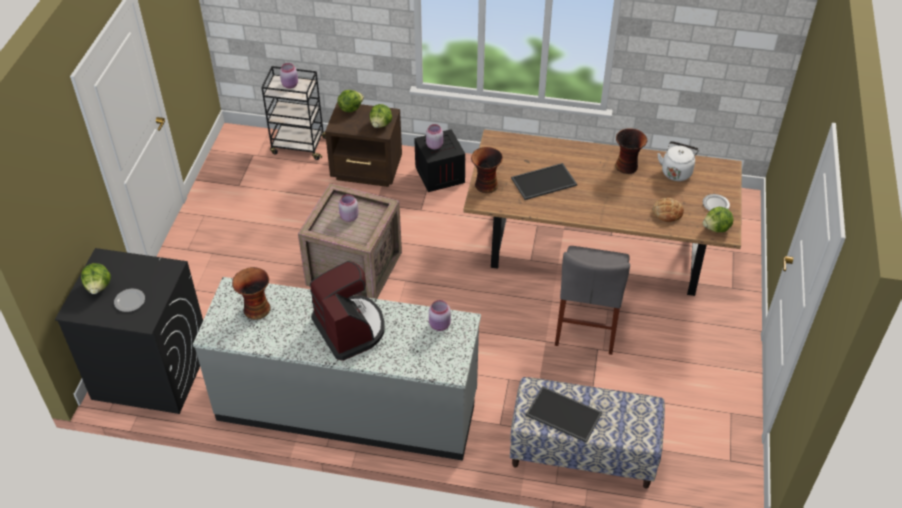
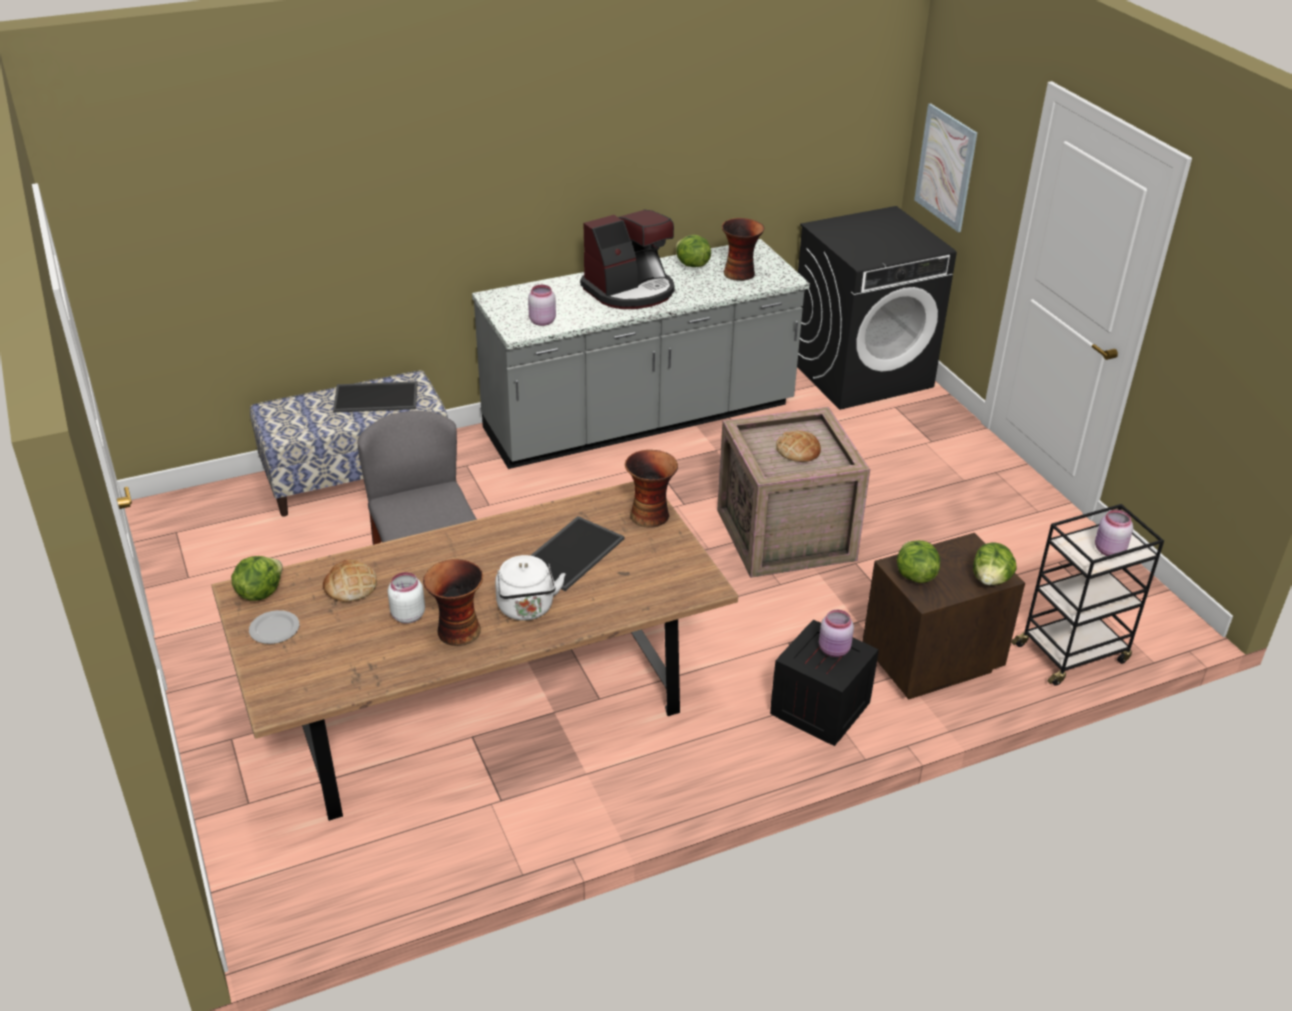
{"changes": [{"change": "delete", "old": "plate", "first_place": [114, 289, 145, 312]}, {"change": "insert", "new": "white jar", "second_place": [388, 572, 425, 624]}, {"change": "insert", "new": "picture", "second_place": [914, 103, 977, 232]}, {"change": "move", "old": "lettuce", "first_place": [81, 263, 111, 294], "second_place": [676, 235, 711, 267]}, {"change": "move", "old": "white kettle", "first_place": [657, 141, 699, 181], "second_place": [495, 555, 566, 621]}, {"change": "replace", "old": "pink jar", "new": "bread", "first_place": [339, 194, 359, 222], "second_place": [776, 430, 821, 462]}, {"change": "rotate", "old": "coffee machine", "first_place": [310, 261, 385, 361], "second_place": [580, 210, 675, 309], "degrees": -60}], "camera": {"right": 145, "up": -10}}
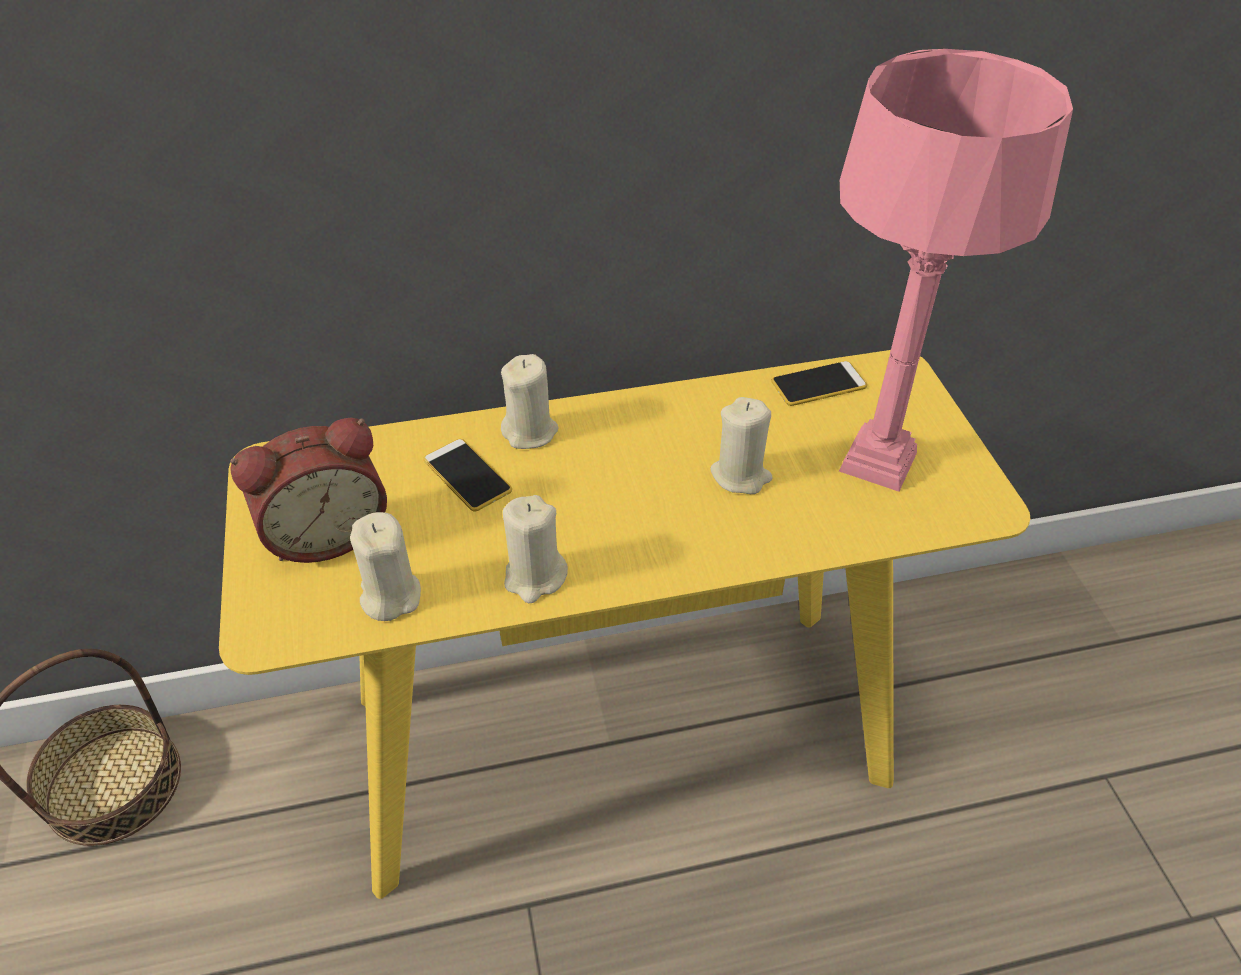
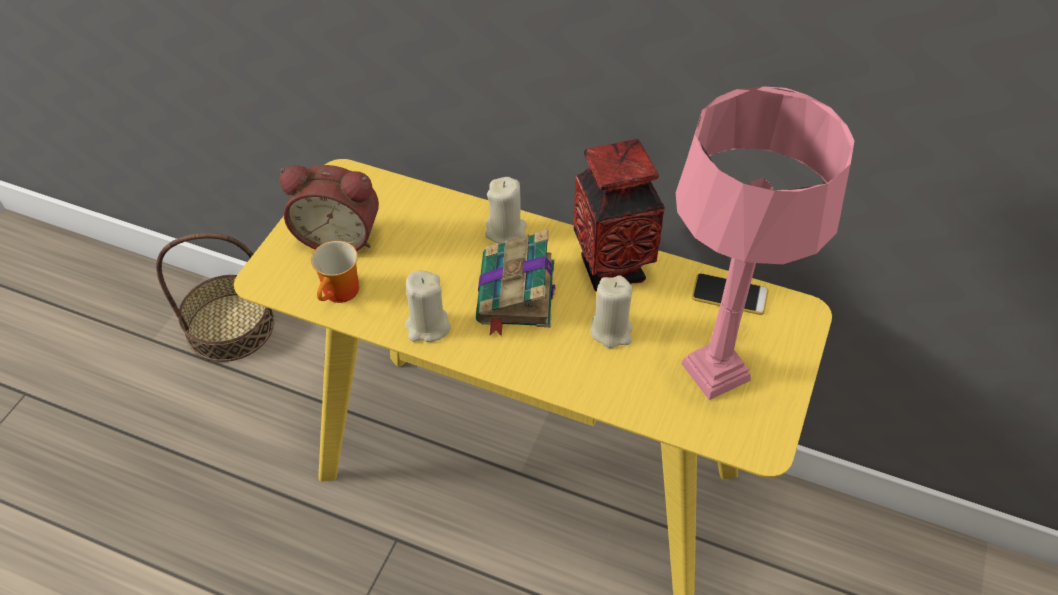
{"changes": [{"change": "delete", "old": "phone", "first_place": [423, 439, 512, 512]}, {"change": "insert", "new": "book", "second_place": [476, 229, 555, 336]}, {"change": "insert", "new": "vase", "second_place": [574, 139, 665, 291]}, {"change": "replace", "old": "beige candle", "new": "mug", "first_place": [350, 512, 421, 621], "second_place": [311, 241, 359, 303]}], "camera": {"right": 35, "up": 5}}
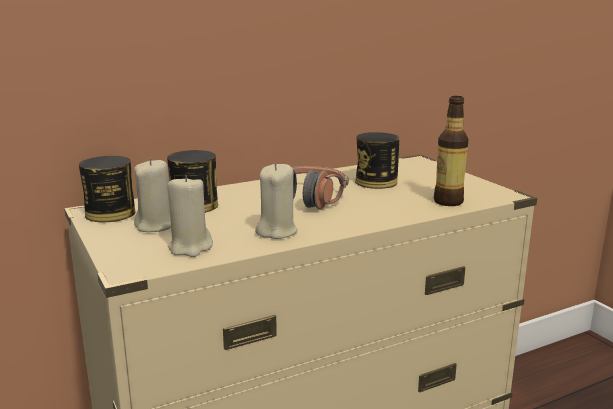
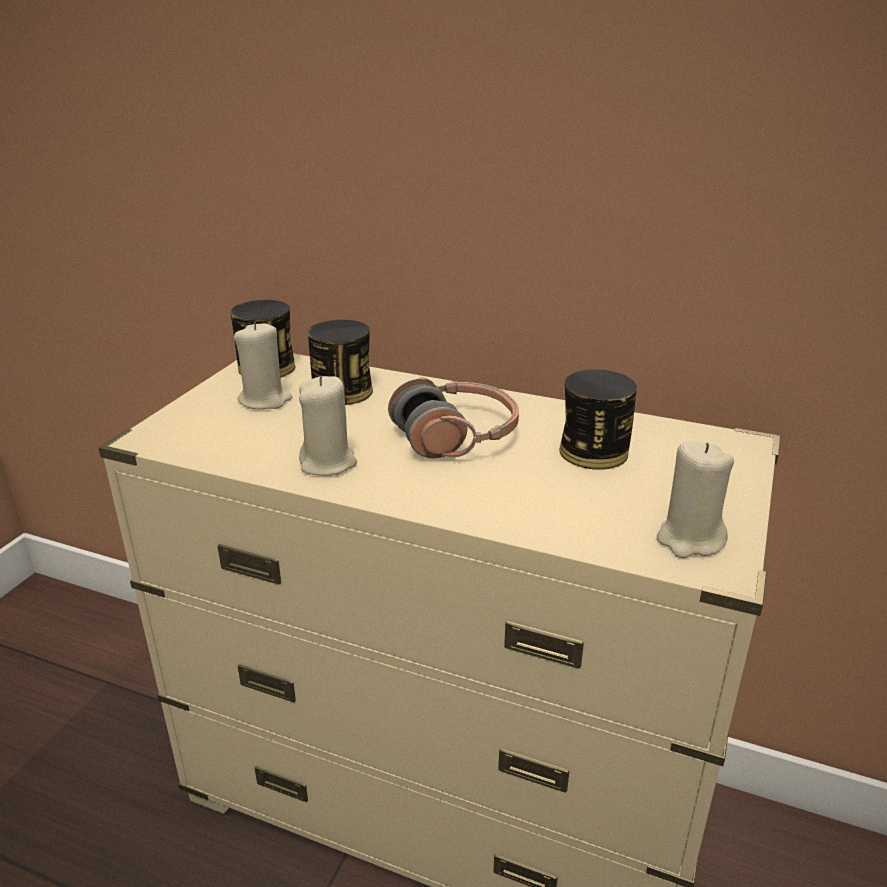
{"changes": [{"change": "delete", "old": "bottle", "first_place": [434, 96, 468, 206]}, {"change": "move", "old": "beige candle", "first_place": [167, 175, 213, 257], "second_place": [657, 441, 734, 558]}], "camera": {"right": 50, "up": 10}}
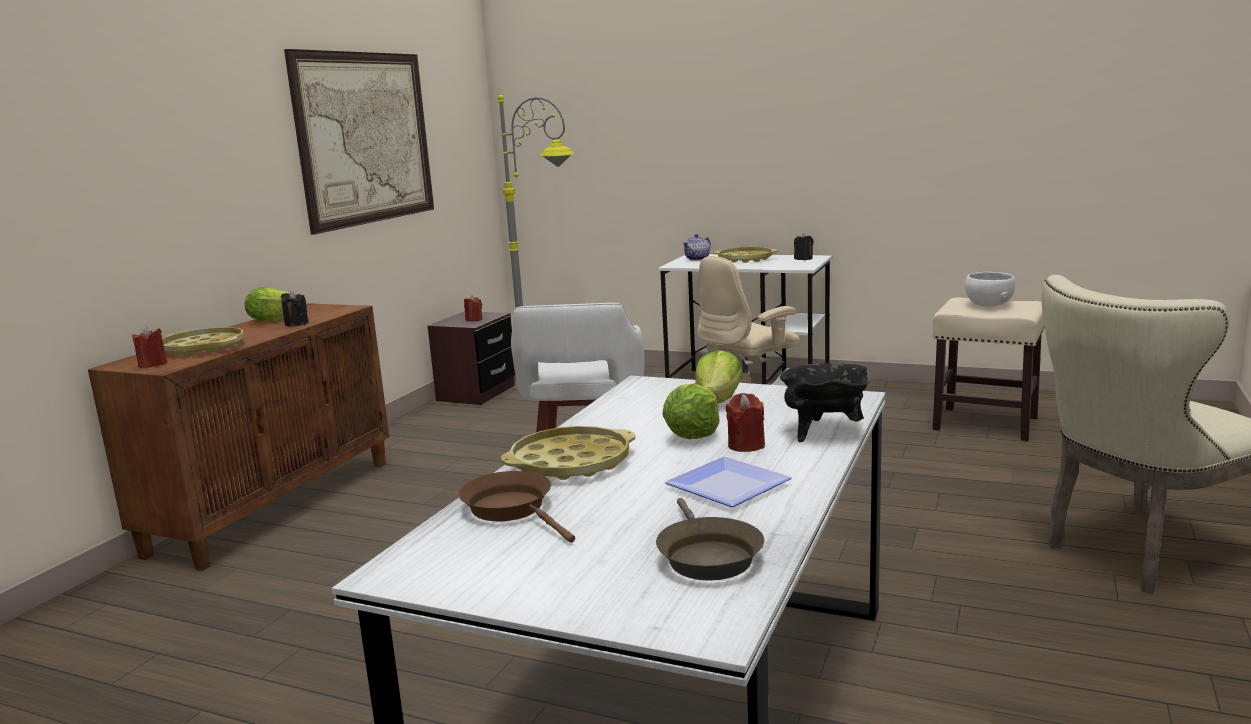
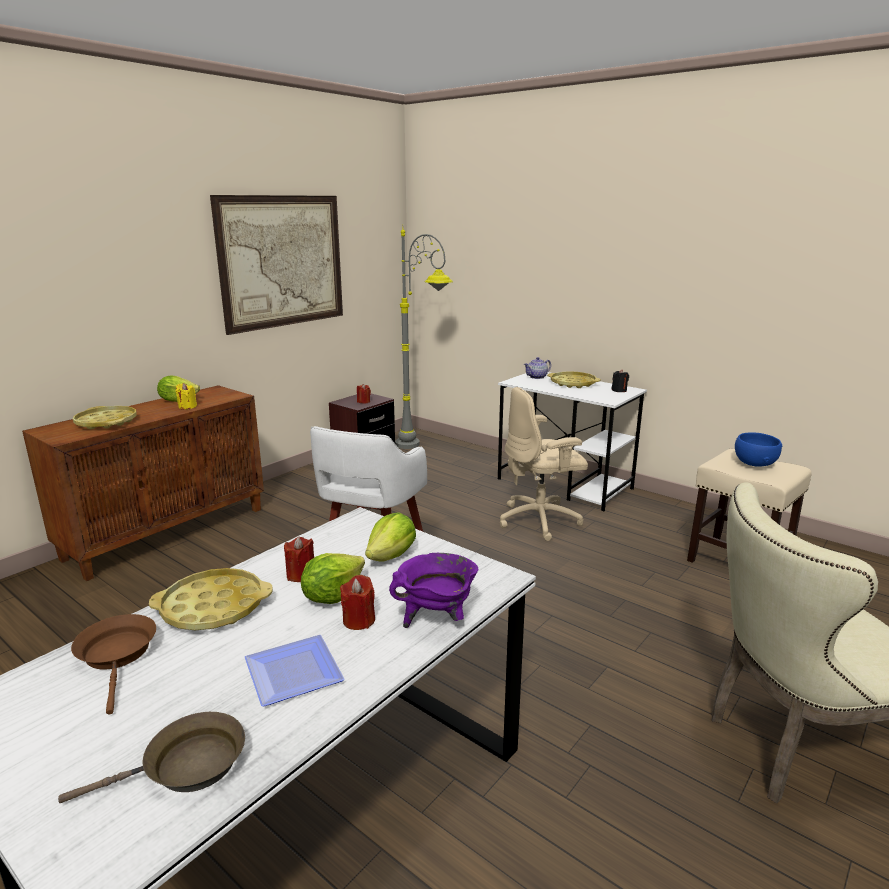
{"changes": [{"change": "move", "old": "red candle", "first_place": [132, 326, 167, 368], "second_place": [284, 536, 314, 582]}, {"change": "recolor", "old": "black candle", "new": "yellow candle", "first_place": [281, 291, 309, 327], "second_place": [176, 383, 197, 410]}, {"change": "recolor", "old": "black cooking pot", "new": "purple cooking pot", "first_place": [780, 363, 870, 442], "second_place": [389, 553, 478, 628]}, {"change": "recolor", "old": "white bowl", "new": "blue bowl", "first_place": [965, 272, 1016, 306], "second_place": [735, 433, 782, 467]}, {"change": "rotate", "old": "brown frying pan", "first_place": [656, 498, 765, 581], "second_place": [58, 712, 245, 803], "degrees": -120}], "camera": {"right": 15, "up": 5}}
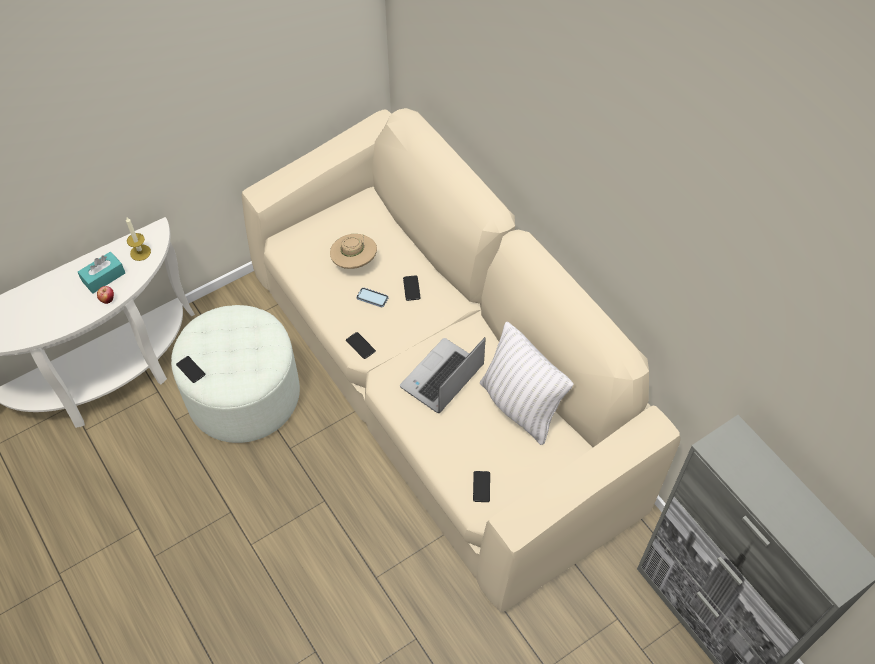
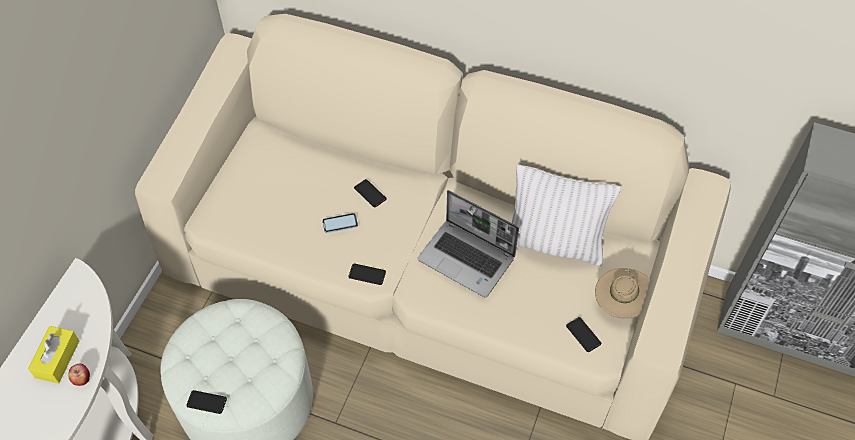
{"changes": [{"change": "delete", "old": "candle", "first_place": [126, 218, 151, 261]}, {"change": "move", "old": "beige hat", "first_place": [330, 234, 377, 269], "second_place": [595, 268, 651, 319]}, {"change": "recolor", "old": "turquoise tissue box", "new": "yellow tissue box", "first_place": [78, 252, 125, 294], "second_place": [28, 326, 79, 384]}, {"change": "rotate", "old": "laptop", "first_place": [400, 337, 486, 413], "second_place": [417, 190, 519, 298], "degrees": -60}], "camera": {"right": -35, "up": 0}}
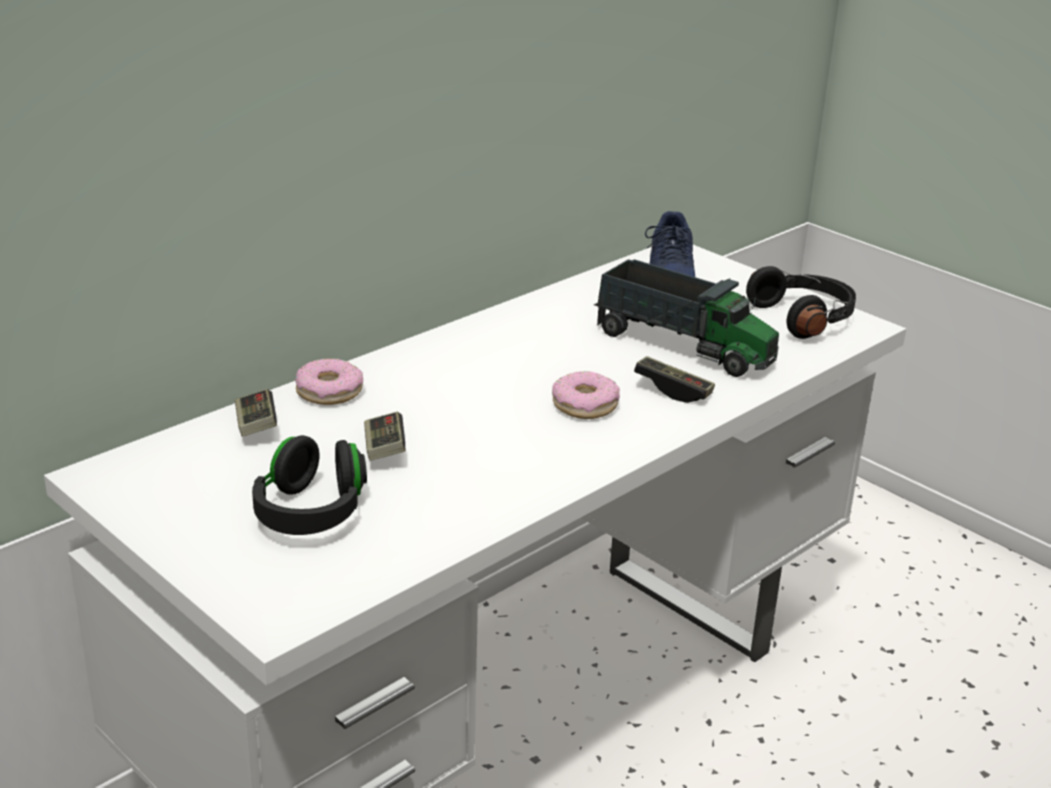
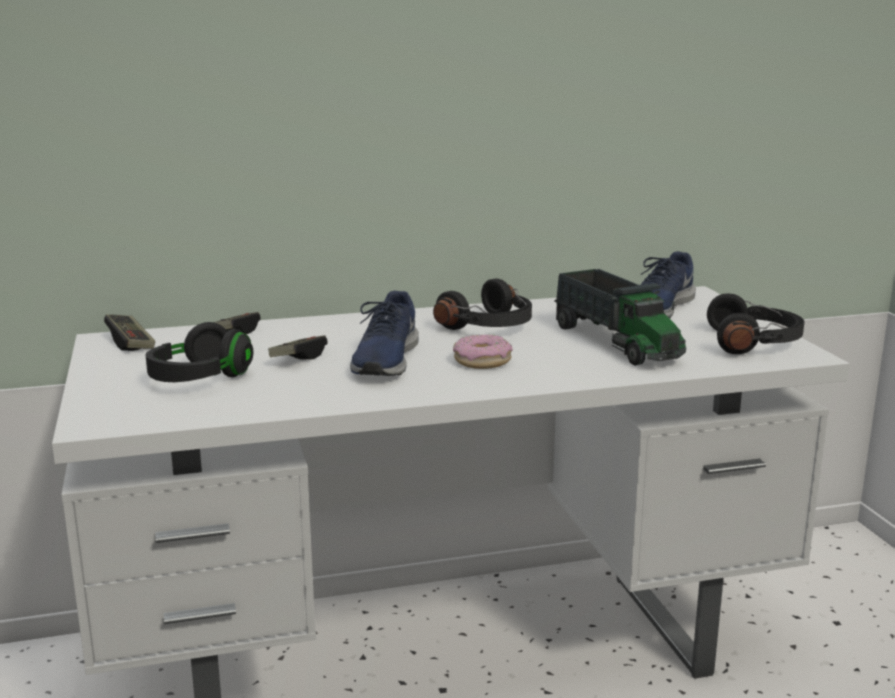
{"changes": [{"change": "delete", "old": "donut", "first_place": [296, 358, 363, 405]}, {"change": "insert", "new": "blue shoe", "second_place": [350, 291, 419, 376]}, {"change": "insert", "new": "black headphones", "second_place": [433, 278, 532, 330]}, {"change": "move", "old": "game controller", "first_place": [634, 356, 715, 403], "second_place": [104, 314, 155, 351]}], "camera": {"right": 30, "up": -10}}
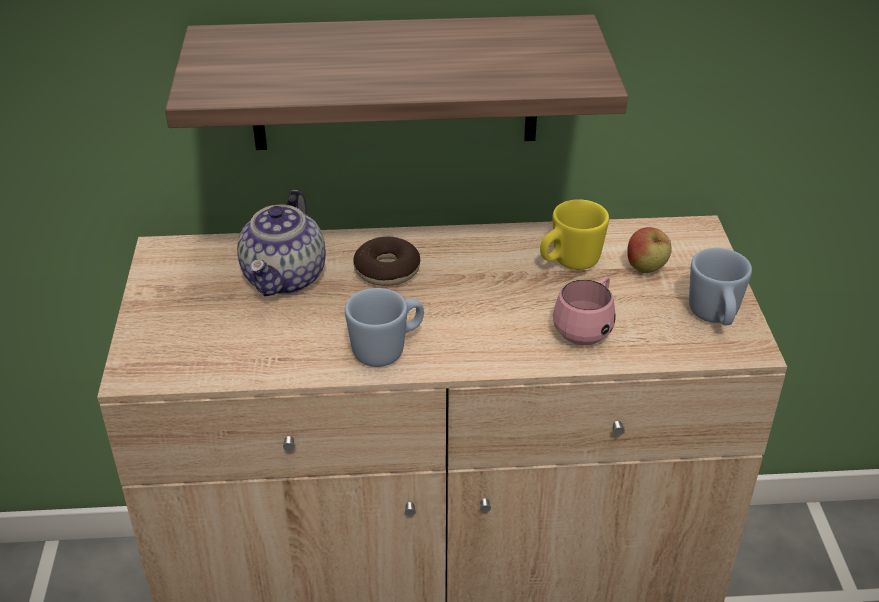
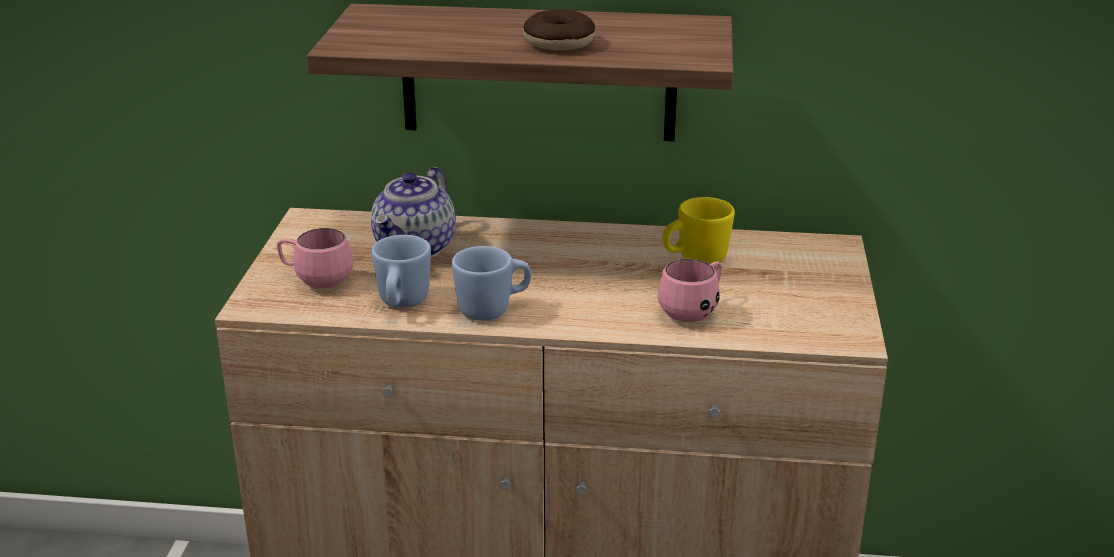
{"changes": [{"change": "delete", "old": "apple", "first_place": [627, 227, 672, 273]}, {"change": "insert", "new": "pink mug", "second_place": [277, 228, 354, 288]}, {"change": "move", "old": "donut", "first_place": [353, 237, 420, 286], "second_place": [523, 9, 595, 51]}, {"change": "move", "old": "blue mug", "first_place": [689, 248, 752, 325], "second_place": [371, 235, 431, 308]}], "camera": {"right": 10, "up": -10}}
